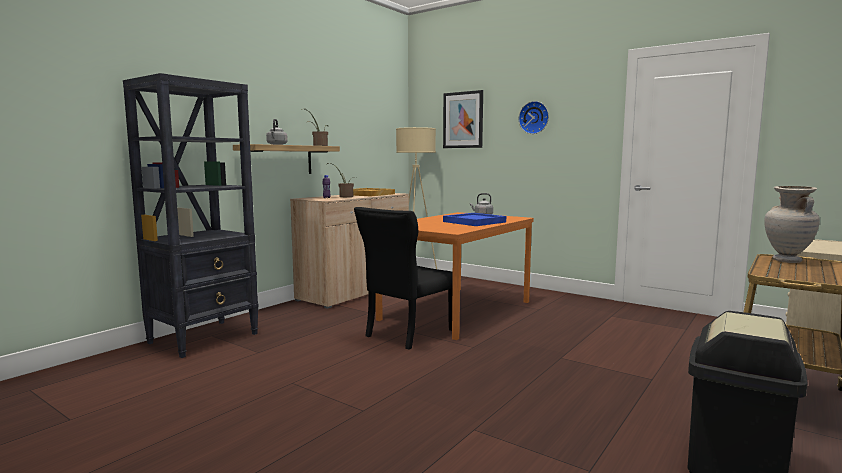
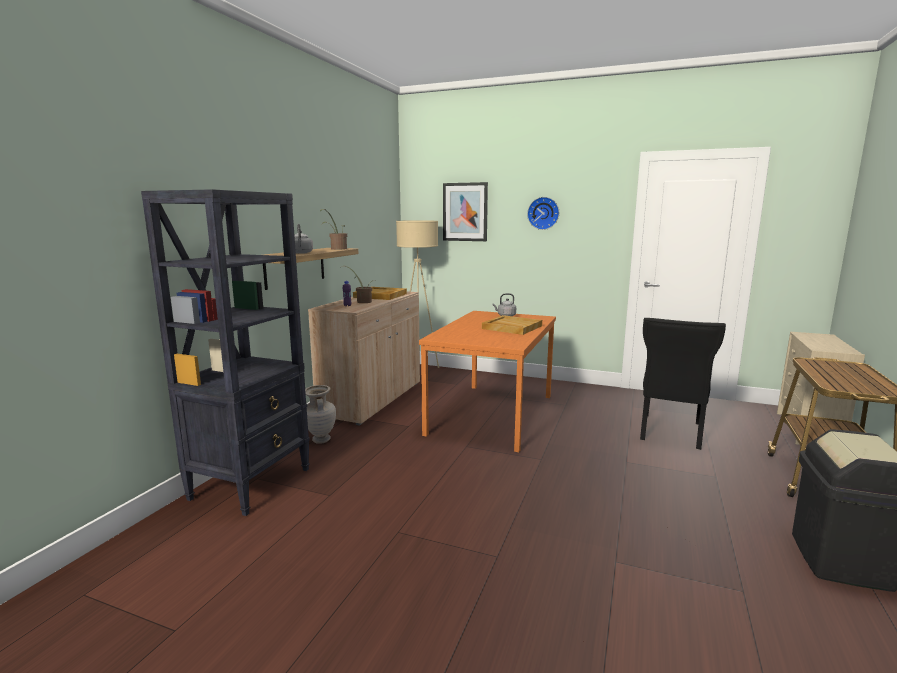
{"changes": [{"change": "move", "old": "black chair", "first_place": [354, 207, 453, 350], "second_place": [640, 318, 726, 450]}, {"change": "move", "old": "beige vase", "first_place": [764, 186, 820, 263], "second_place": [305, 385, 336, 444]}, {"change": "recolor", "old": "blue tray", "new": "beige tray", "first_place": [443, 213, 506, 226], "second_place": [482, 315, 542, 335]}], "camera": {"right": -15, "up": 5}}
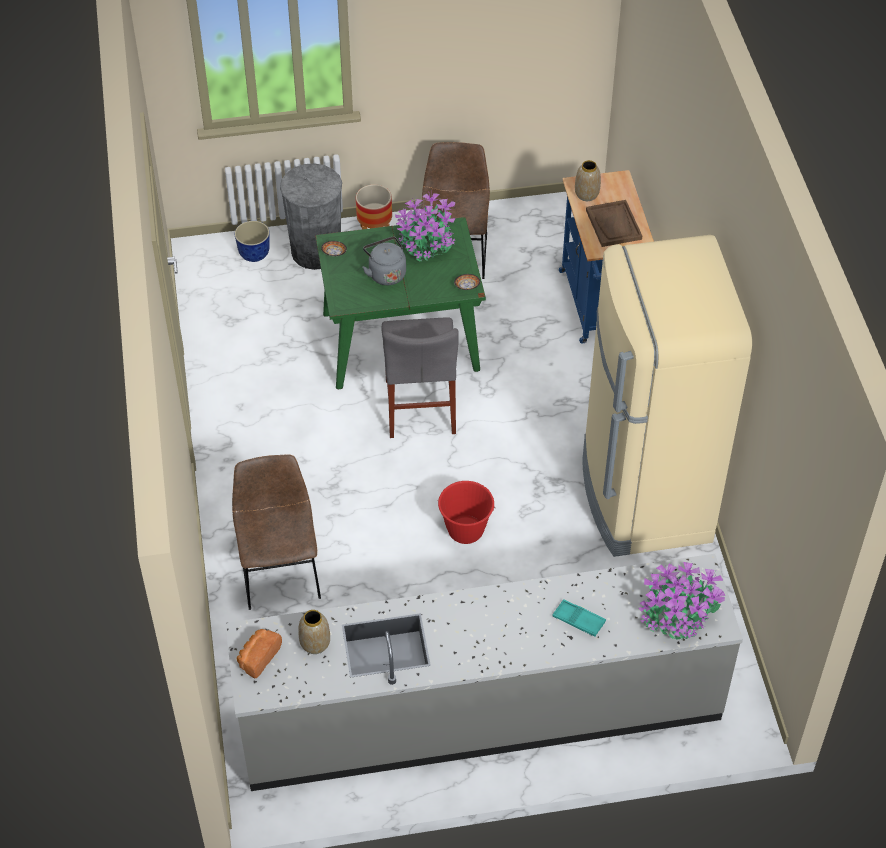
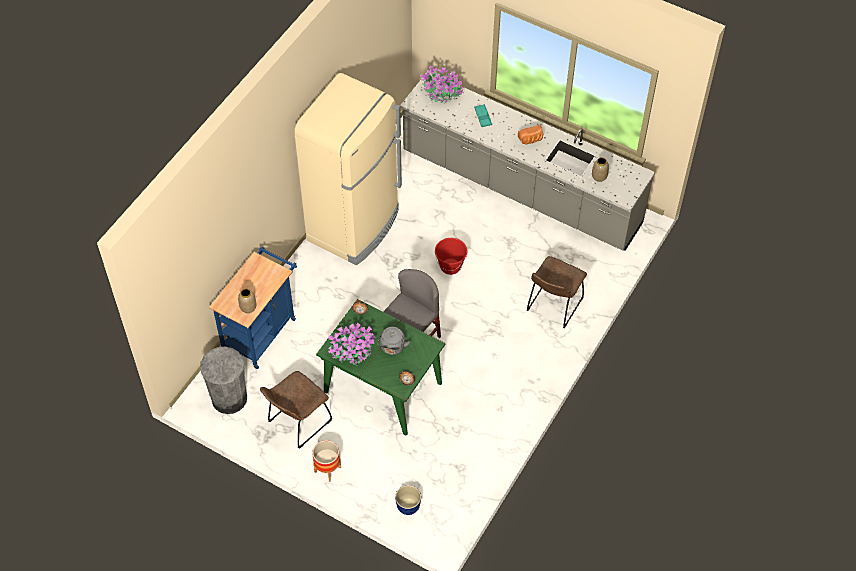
{"changes": [{"change": "delete", "old": "brown tray", "first_place": [586, 200, 642, 247]}, {"change": "move", "old": "bread", "first_place": [237, 629, 282, 679], "second_place": [518, 125, 543, 145]}, {"change": "move", "old": "grey trash can", "first_place": [280, 163, 342, 270], "second_place": [200, 347, 247, 414]}], "camera": {"right": -140, "up": 5}}
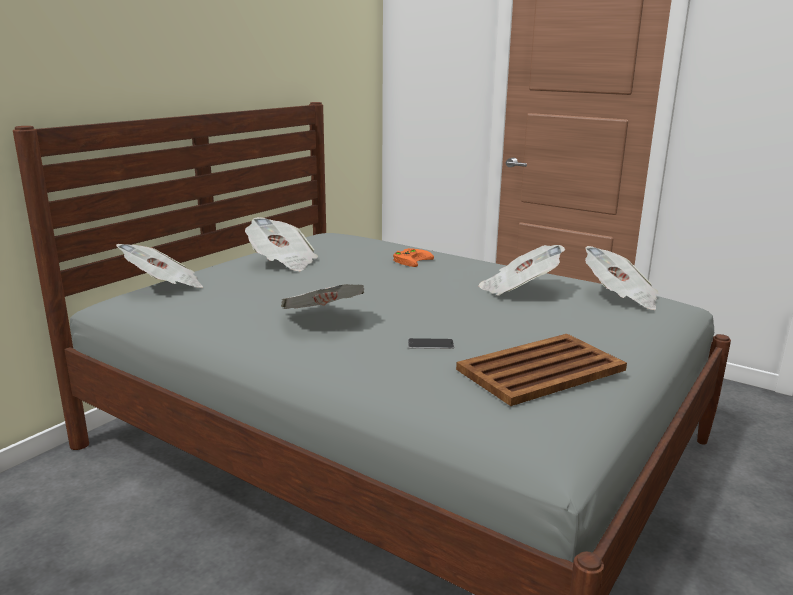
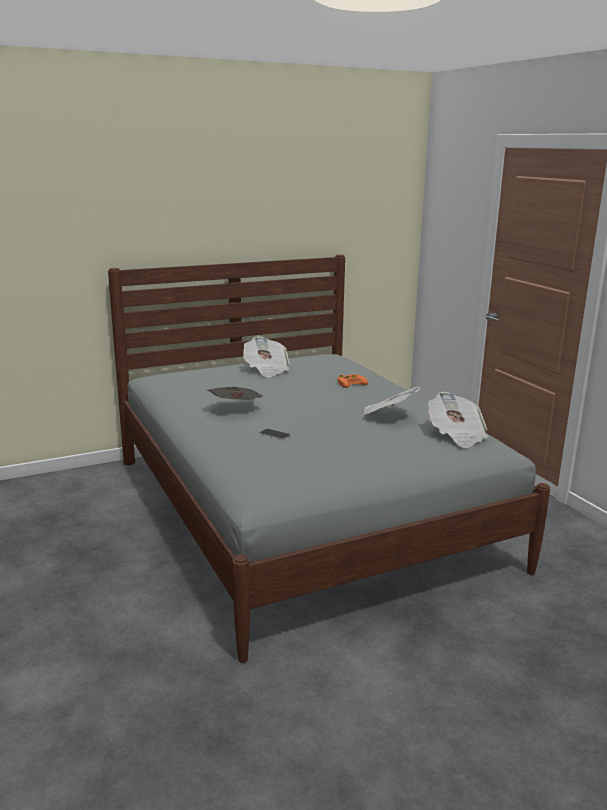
{"changes": [{"change": "delete", "old": "newspaper", "first_place": [116, 244, 203, 288]}, {"change": "delete", "old": "brown tray", "first_place": [456, 334, 627, 406]}], "camera": {"right": 30, "up": 0}}
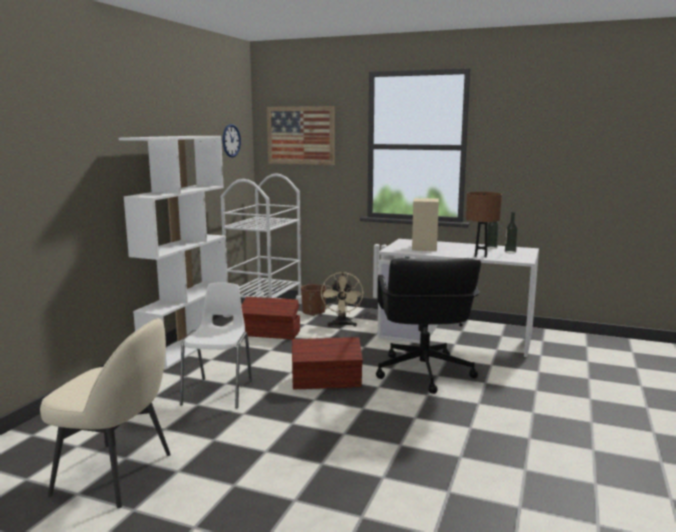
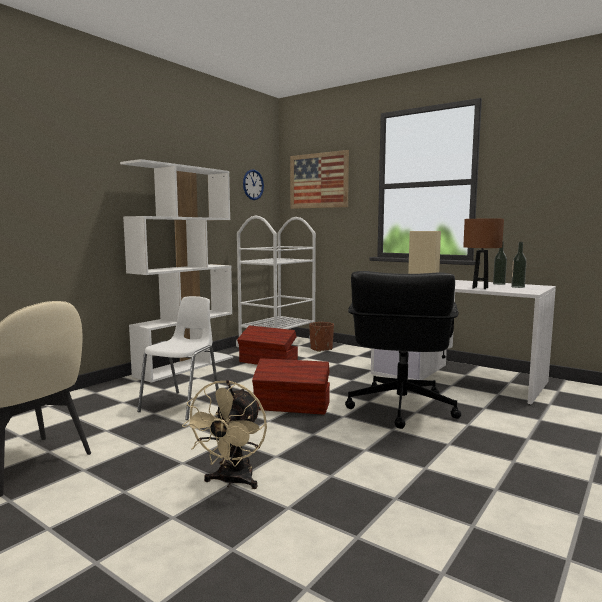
{"changes": [{"change": "move", "old": "beige fan", "first_place": [321, 272, 363, 327], "second_place": [182, 380, 267, 489]}], "camera": {"right": 15, "up": -5}}
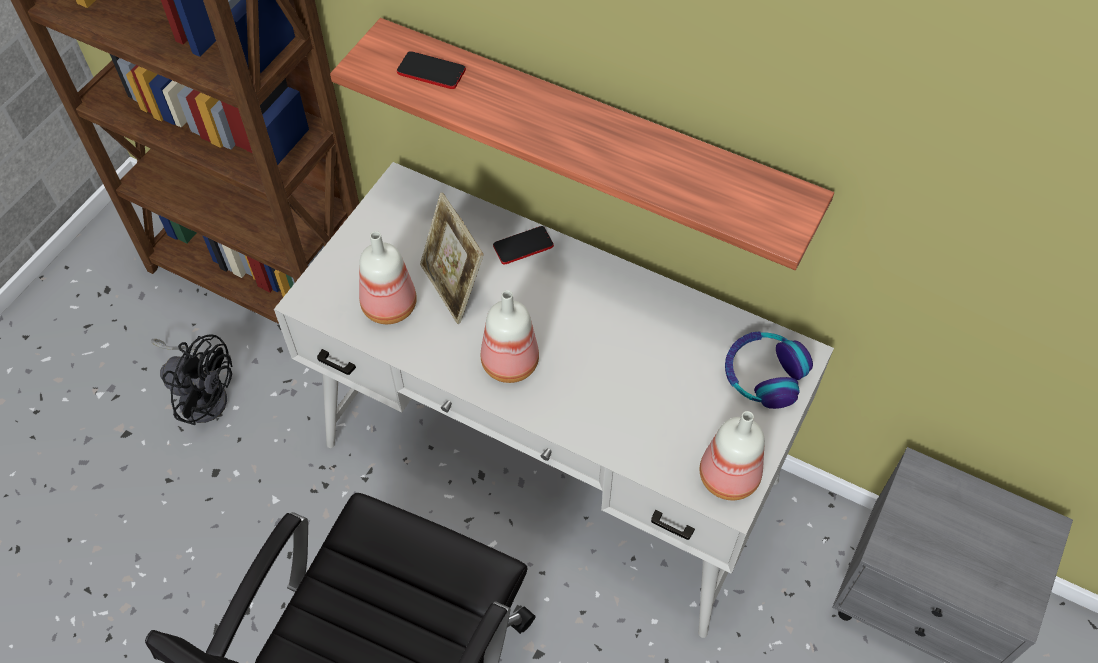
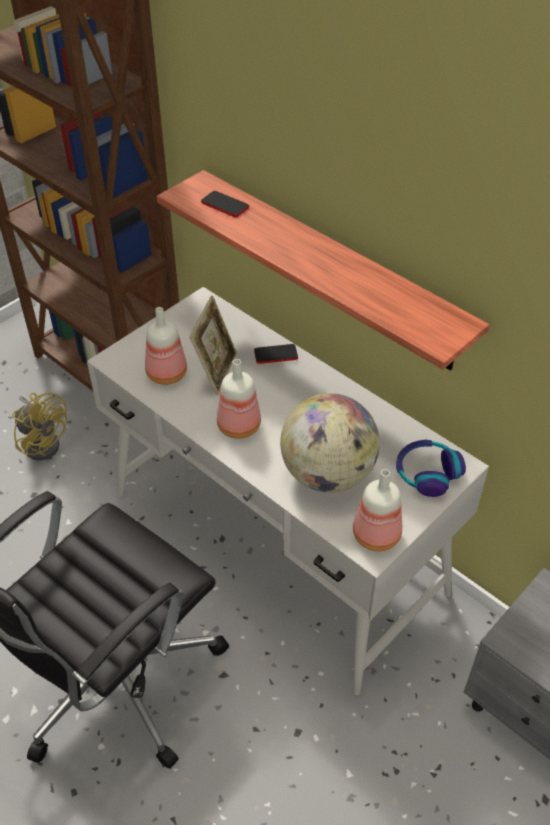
{"changes": [{"change": "insert", "new": "globe", "second_place": [280, 393, 380, 493]}, {"change": "recolor", "old": "black fan", "new": "yellow fan", "first_place": [151, 334, 232, 425], "second_place": [12, 392, 67, 461]}, {"change": "rotate", "old": "picture frame", "first_place": [420, 193, 484, 324], "second_place": [189, 296, 237, 395], "degrees": -150}], "camera": {"right": 15, "up": -10}}
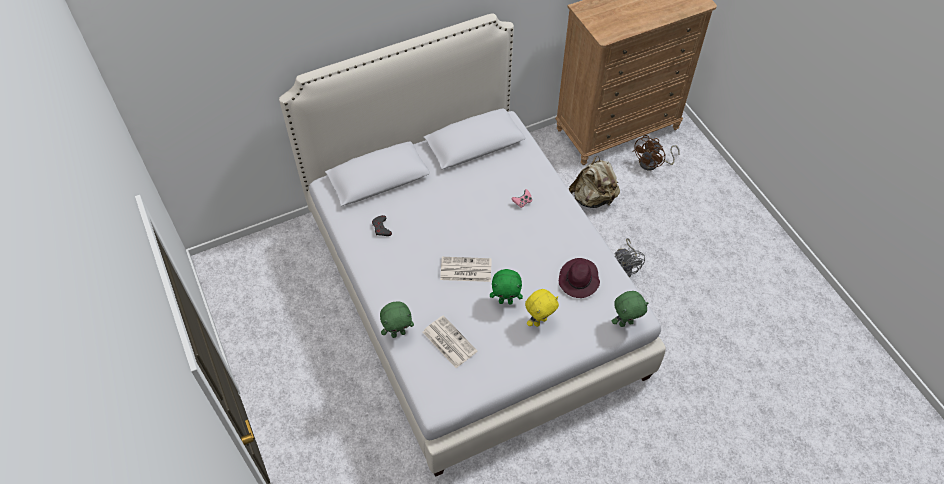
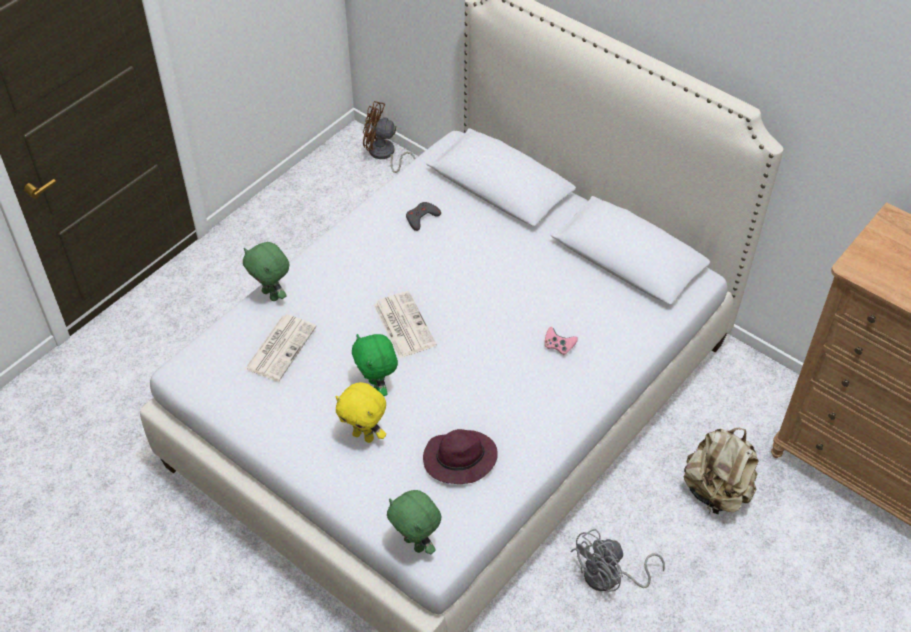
{"changes": [{"change": "move", "old": "brown fan", "first_place": [633, 135, 680, 171], "second_place": [363, 101, 416, 173]}], "camera": {"right": 65, "up": -5}}
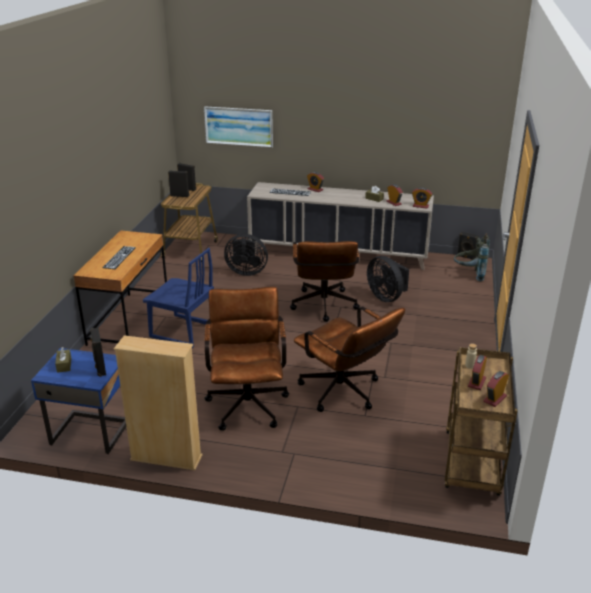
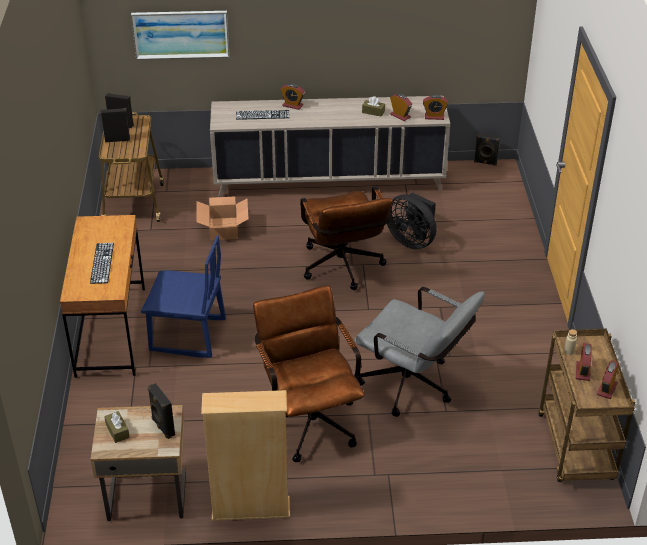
{"changes": [{"change": "delete", "old": "grey backpack", "first_place": [454, 233, 490, 281]}, {"change": "replace", "old": "black fan", "new": "cardboard box", "first_place": [224, 234, 268, 276], "second_place": [197, 197, 249, 240]}, {"change": "recolor", "old": "blue nightstand", "new": "beige nightstand", "first_place": [31, 348, 126, 454], "second_place": [91, 405, 186, 521]}, {"change": "recolor", "old": "brown office chair", "new": "grey office chair", "first_place": [294, 306, 405, 412], "second_place": [354, 287, 485, 417]}], "camera": {"right": -15, "up": 10}}
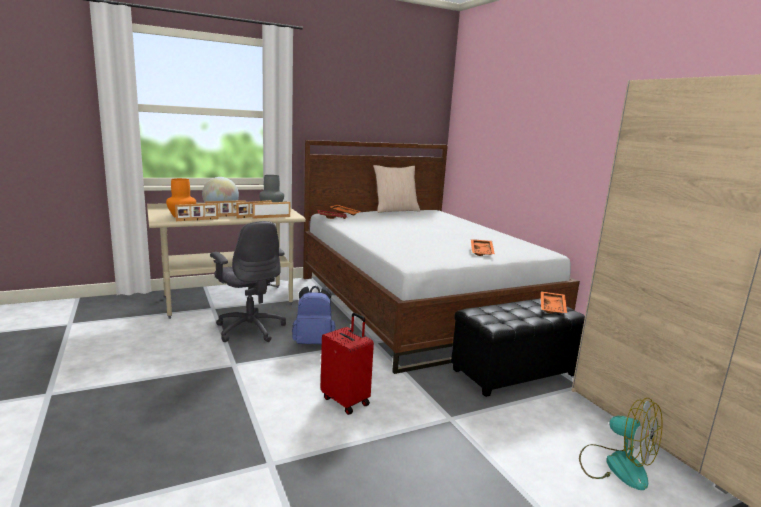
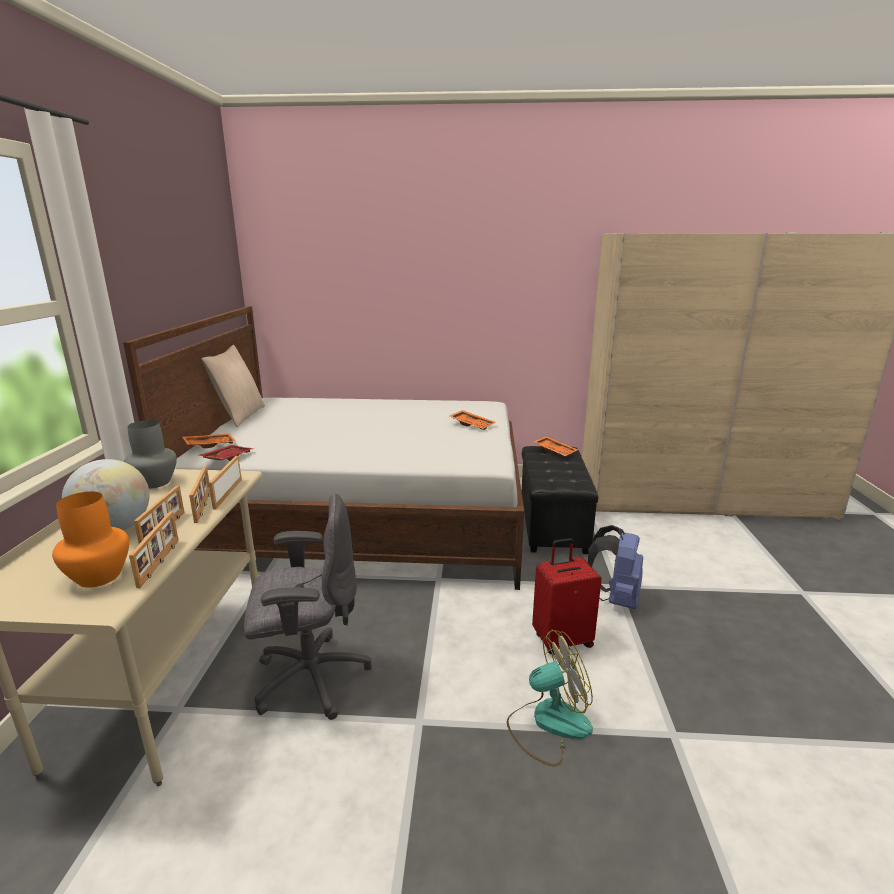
{"changes": [{"change": "move", "old": "blue backpack", "first_place": [292, 286, 336, 344], "second_place": [588, 525, 643, 609]}, {"change": "move", "old": "fan", "first_place": [579, 398, 662, 490], "second_place": [507, 630, 593, 767]}], "camera": {"right": -60, "up": 5}}
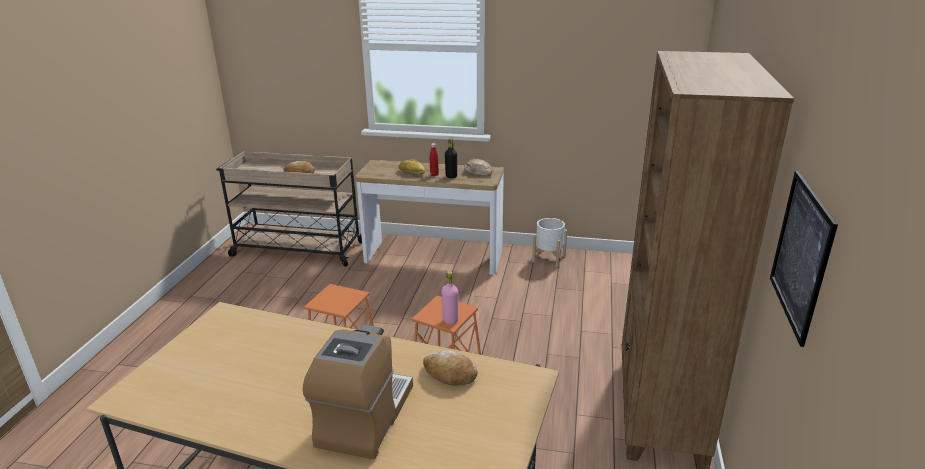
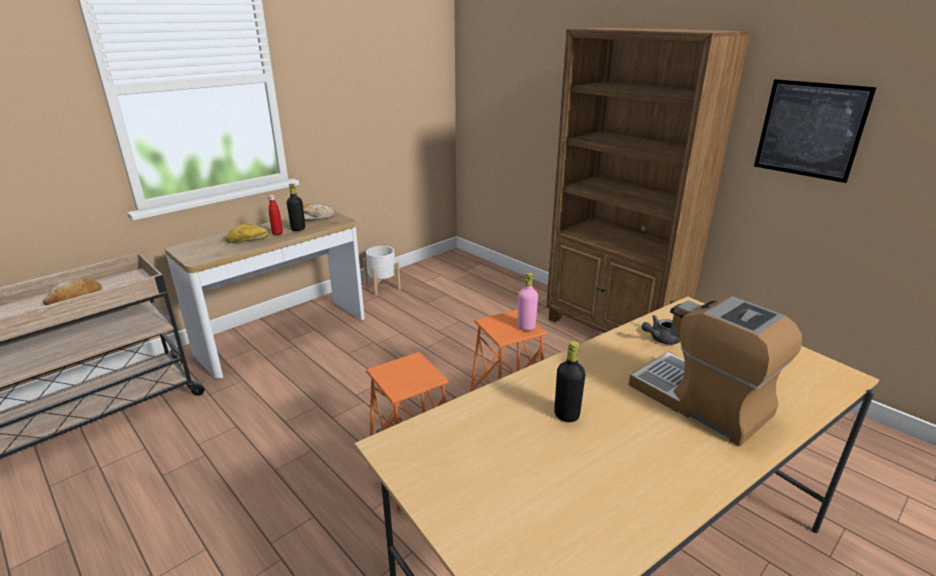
{"changes": [{"change": "insert", "new": "black bottle", "second_place": [554, 341, 585, 422]}, {"change": "replace", "old": "bread", "new": "grey teapot", "first_place": [423, 350, 478, 386], "second_place": [641, 315, 680, 345]}], "camera": {"right": -55, "up": 0}}
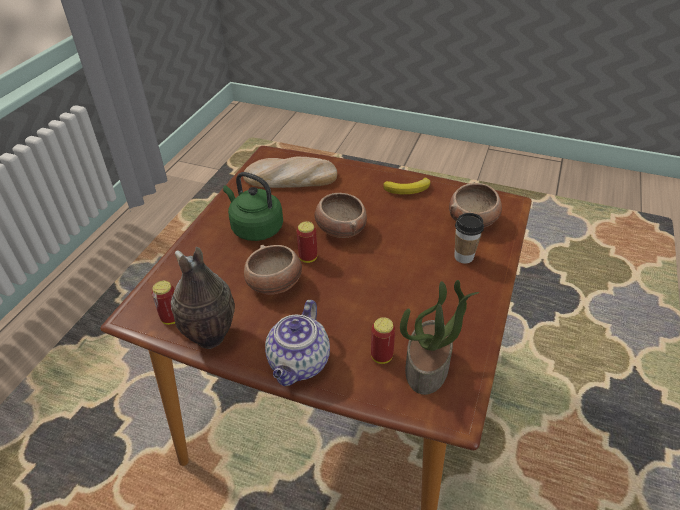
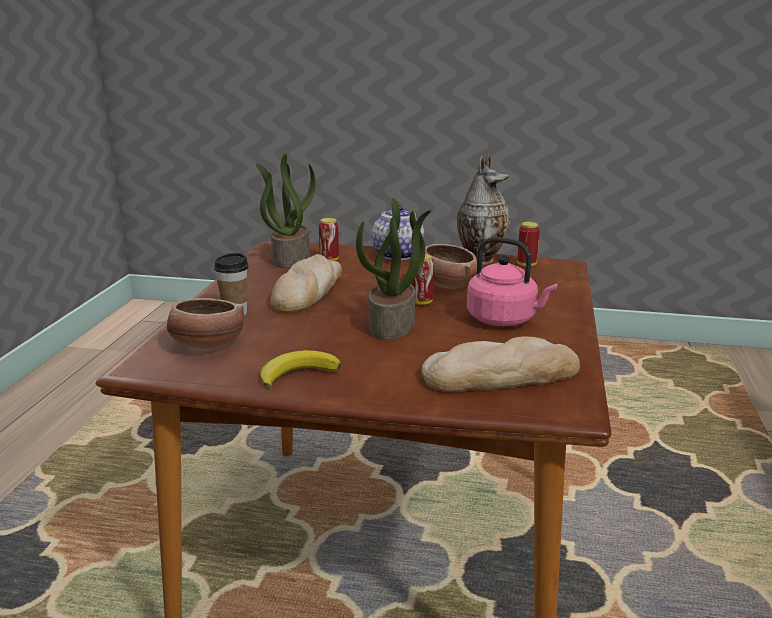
{"changes": [{"change": "insert", "new": "bread", "second_place": [270, 254, 342, 313]}, {"change": "replace", "old": "bowl", "new": "potted plant", "first_place": [314, 193, 367, 238], "second_place": [356, 198, 431, 340]}, {"change": "recolor", "old": "green kettle", "new": "pink kettle", "first_place": [223, 172, 283, 241], "second_place": [467, 237, 558, 326]}], "camera": {"right": 170, "up": -20}}
